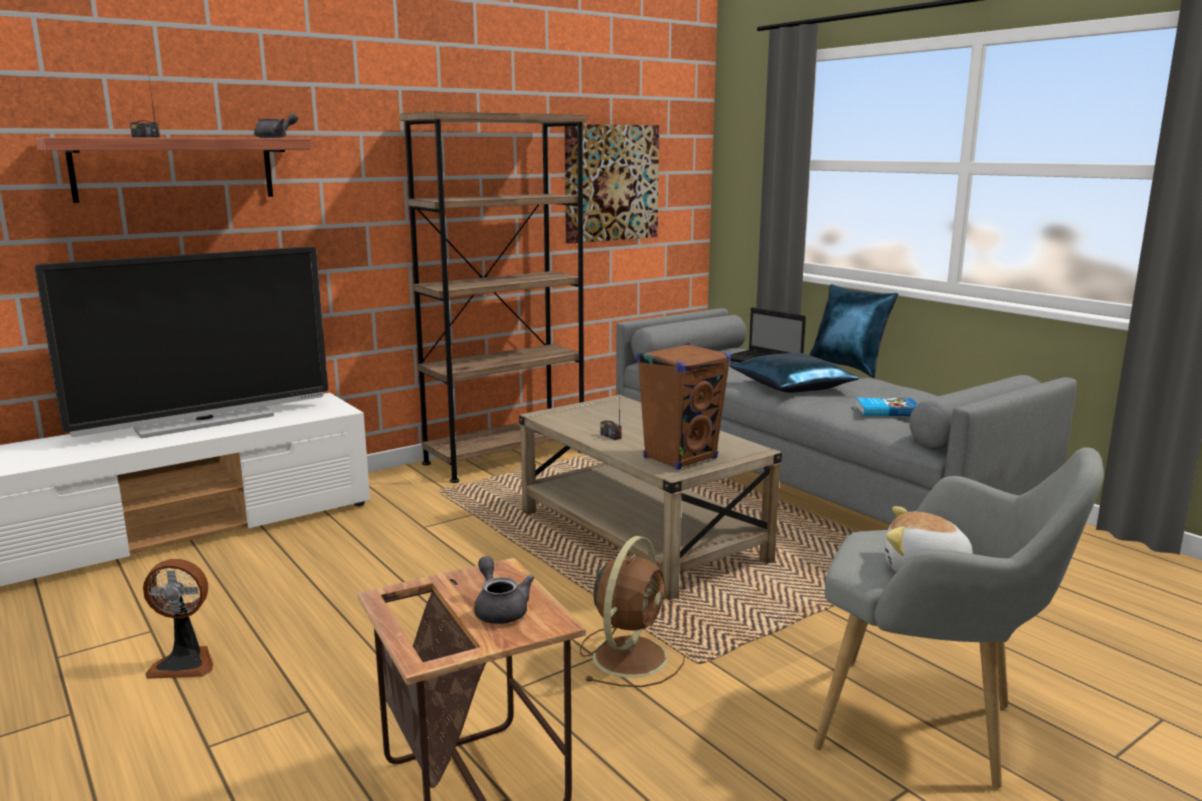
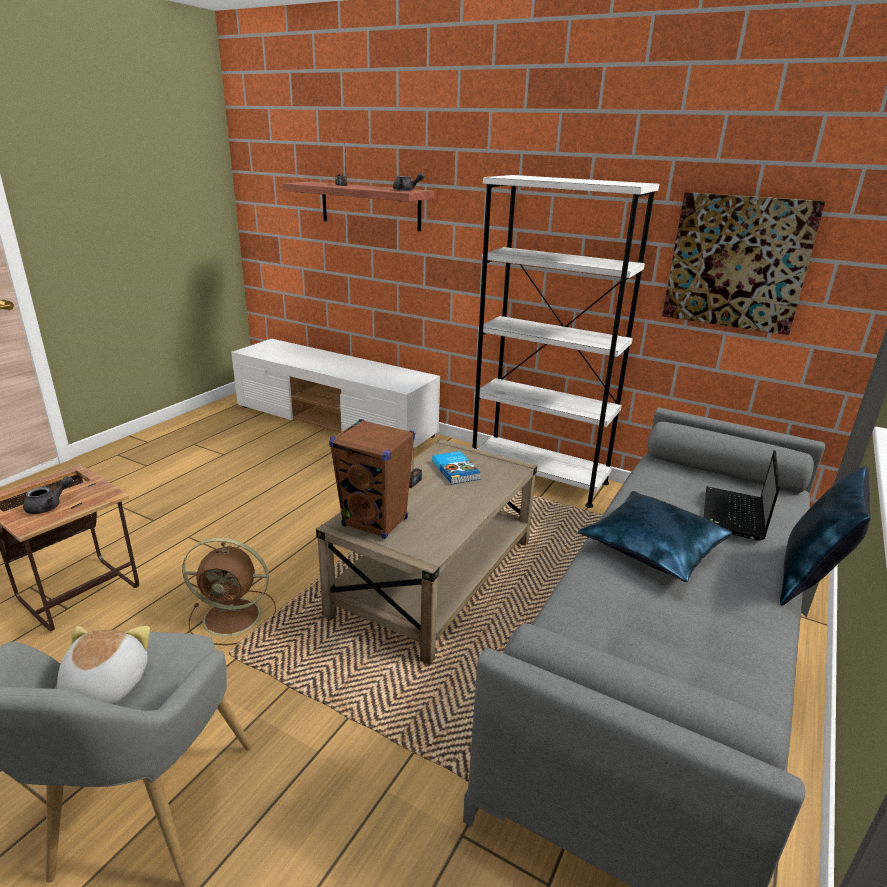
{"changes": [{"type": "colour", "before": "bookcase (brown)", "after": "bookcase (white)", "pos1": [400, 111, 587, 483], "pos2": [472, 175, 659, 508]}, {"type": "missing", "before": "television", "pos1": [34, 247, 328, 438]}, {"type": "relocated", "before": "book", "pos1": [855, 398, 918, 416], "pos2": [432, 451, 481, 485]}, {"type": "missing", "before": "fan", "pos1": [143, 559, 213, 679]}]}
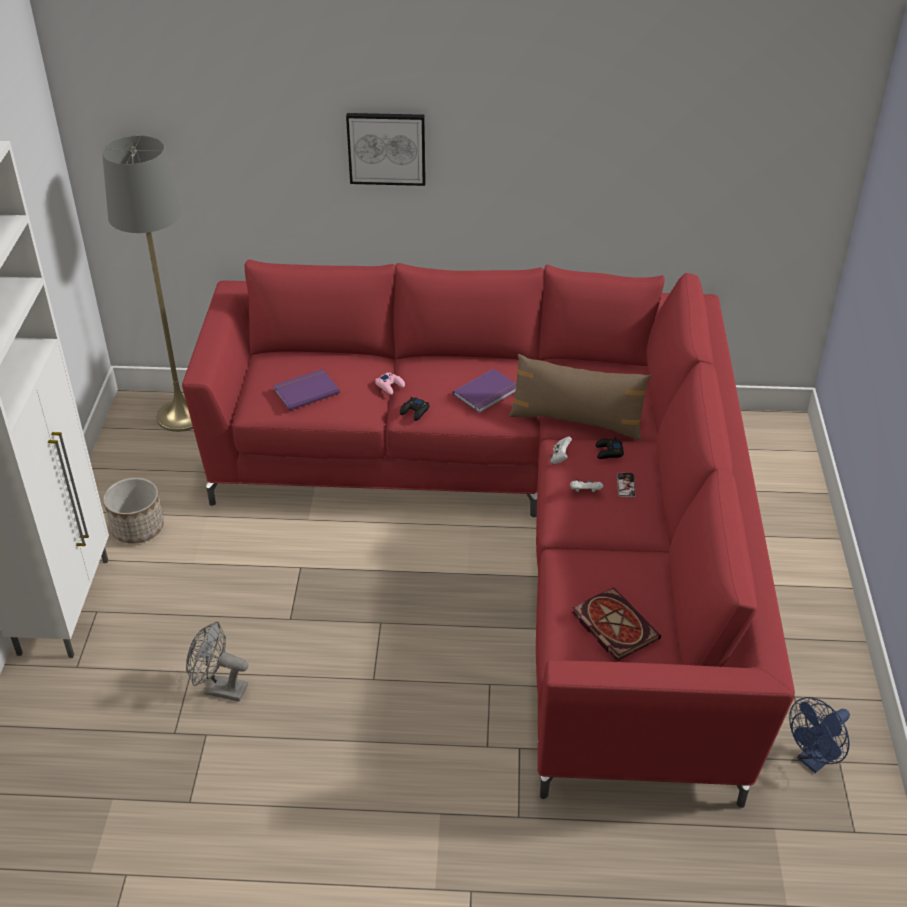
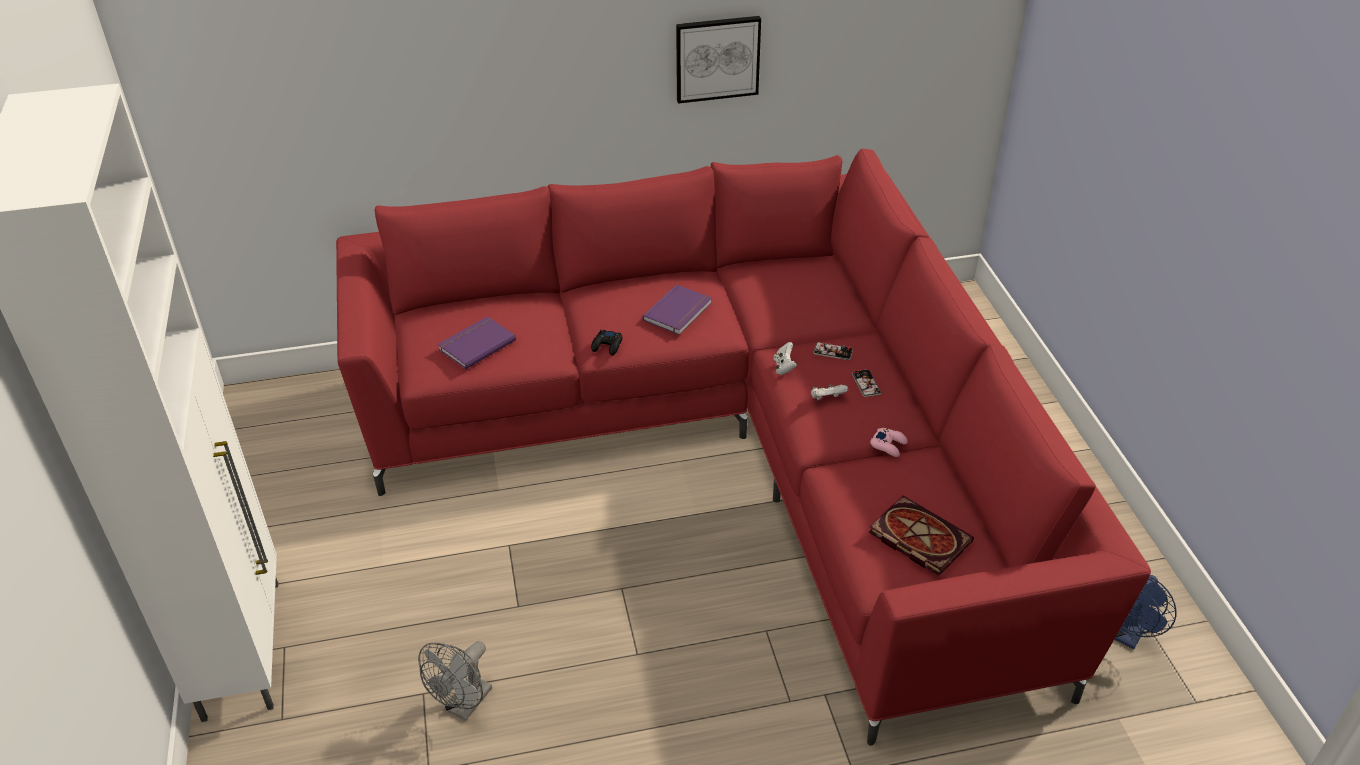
{"changes": [{"type": "relocated", "before": "picture", "pos1": [346, 113, 426, 186], "pos2": [676, 16, 761, 104]}, {"type": "missing", "before": "floor lamp (grey)", "pos1": [102, 135, 193, 432]}, {"type": "missing", "before": "pillow (brown)", "pos1": [509, 354, 651, 440]}, {"type": "relocated", "before": "game controller (pink)", "pos1": [375, 373, 405, 395], "pos2": [870, 428, 907, 457]}, {"type": "exchanged", "before": "game controller (black)", "after": "phone", "pos1": [595, 437, 624, 459], "pos2": [813, 342, 853, 360]}, {"type": "missing", "before": "planter", "pos1": [103, 478, 164, 544]}, {"type": "spun", "before": "fan (grey)", "pos1": [186, 621, 248, 702], "pos2": [418, 641, 492, 721], "turn": -60}]}
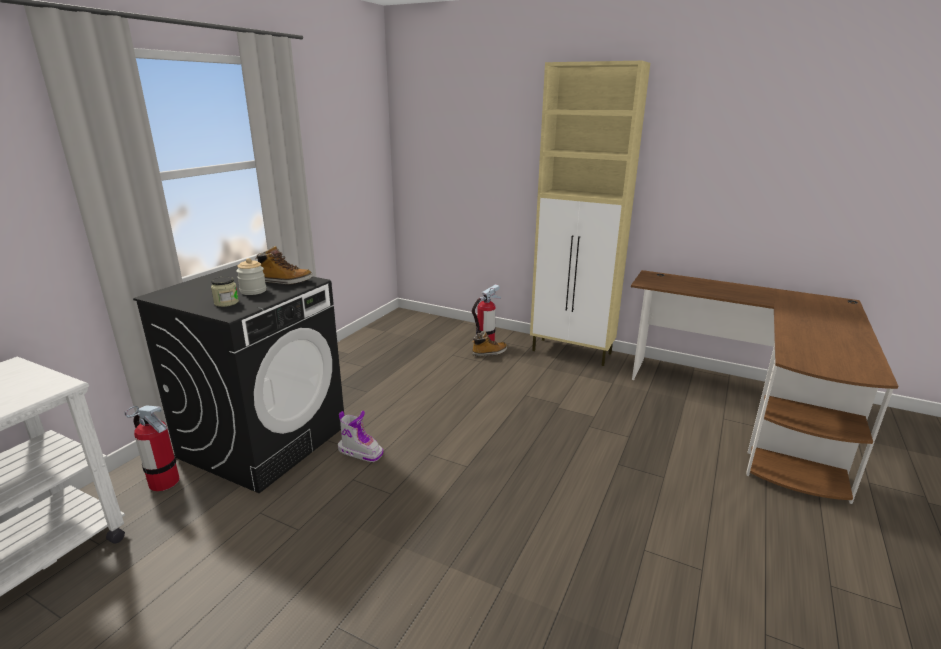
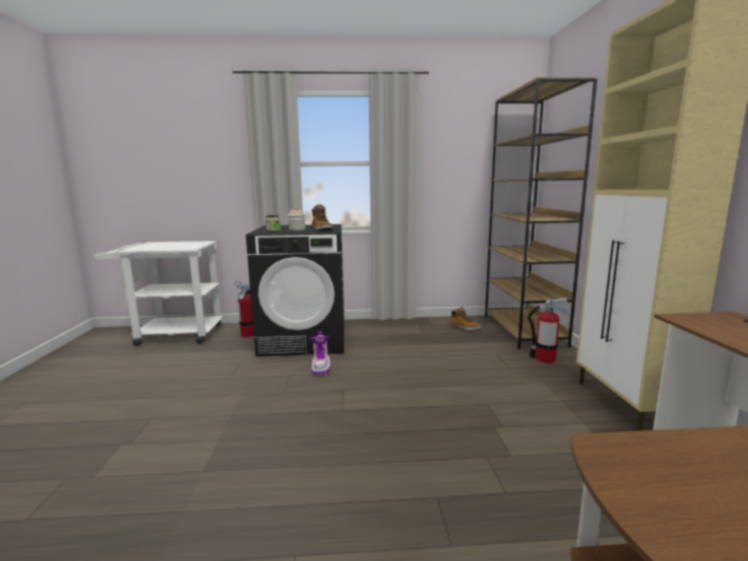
{"changes": [{"type": "relocated", "before": "boot", "pos1": [472, 331, 507, 357], "pos2": [450, 307, 481, 331]}, {"type": "appeared", "after": "bookcase (brown)", "pos2": [485, 77, 597, 349]}]}
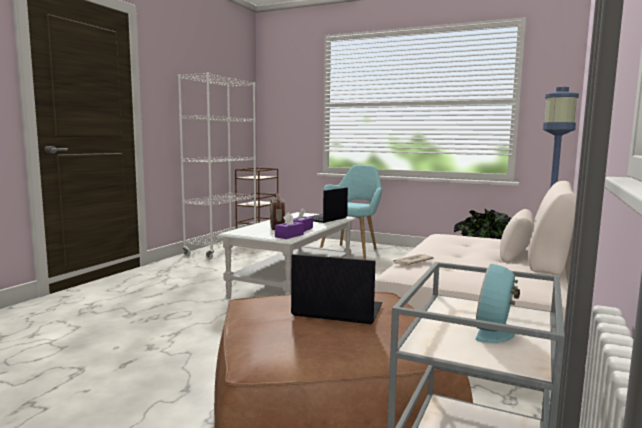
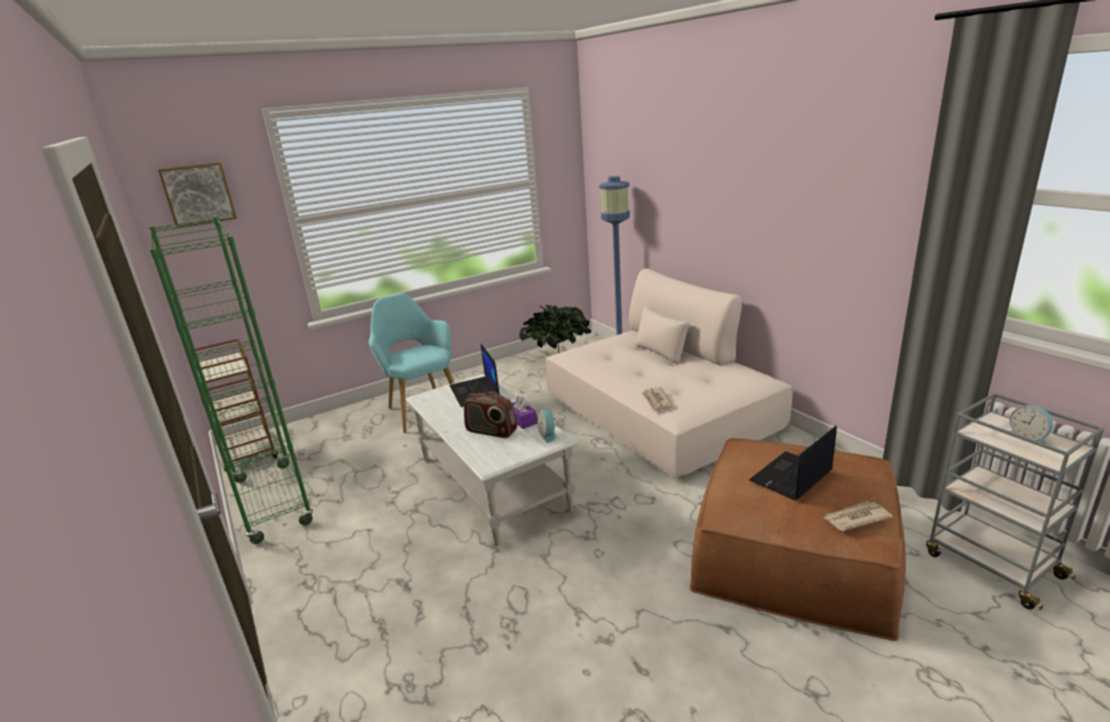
{"changes": [{"type": "colour", "before": "bookcase (white)", "after": "bookcase (green)", "pos1": [178, 72, 256, 259], "pos2": [149, 217, 313, 544]}, {"type": "exchanged", "before": "tissue box (purple)", "after": "alarm clock", "pos1": [275, 212, 304, 239], "pos2": [537, 410, 556, 443]}, {"type": "appeared", "after": "picture", "pos2": [158, 162, 237, 228]}, {"type": "appeared", "after": "newspaper", "pos2": [823, 501, 893, 531]}]}
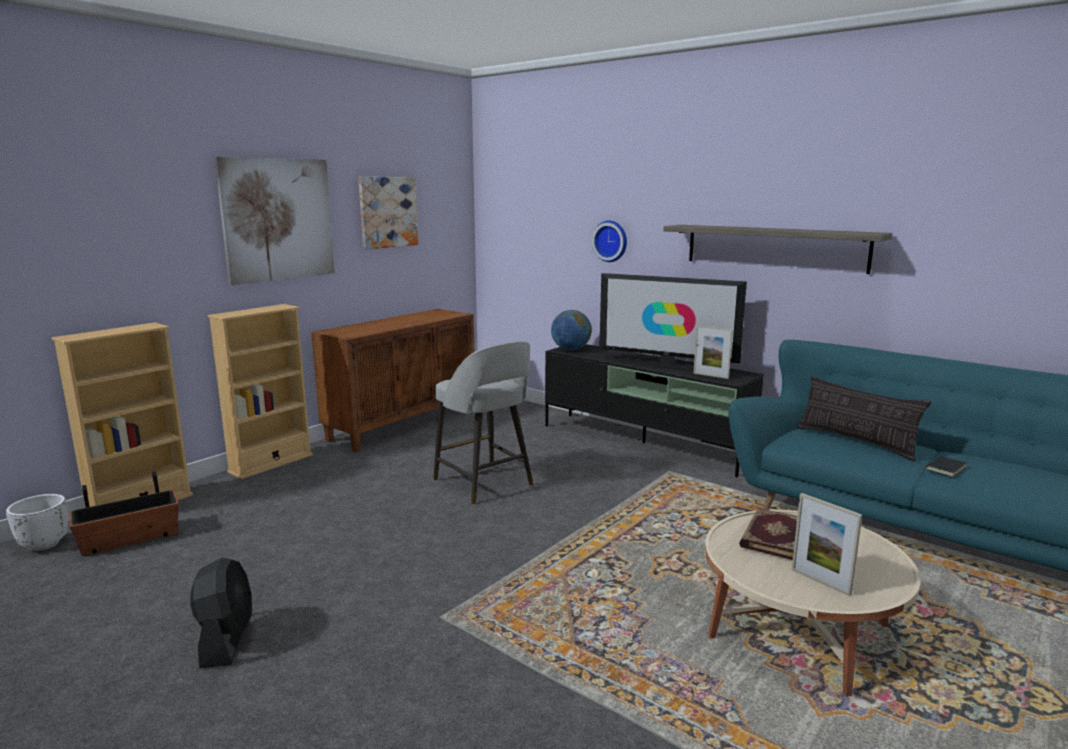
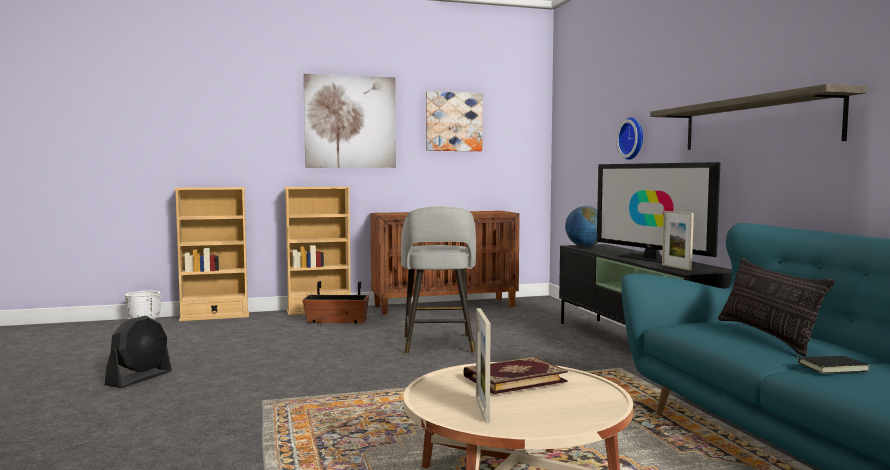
{"changes": [{"type": "relocated", "before": "planter", "pos1": [69, 471, 179, 556], "pos2": [302, 281, 369, 323]}]}
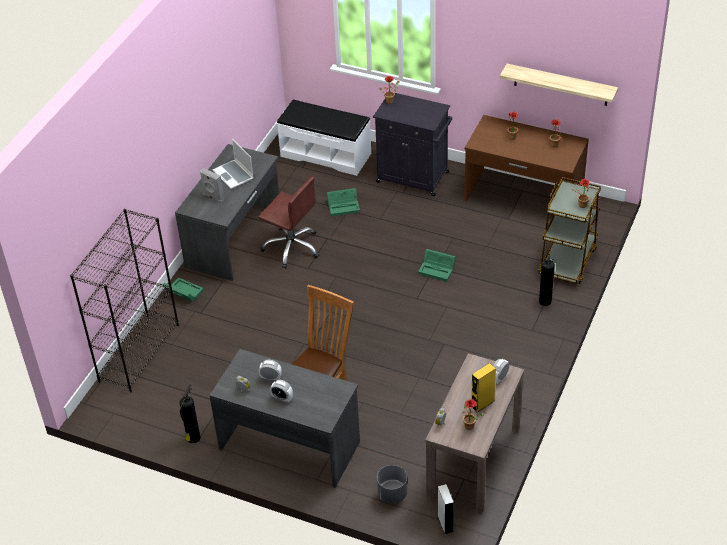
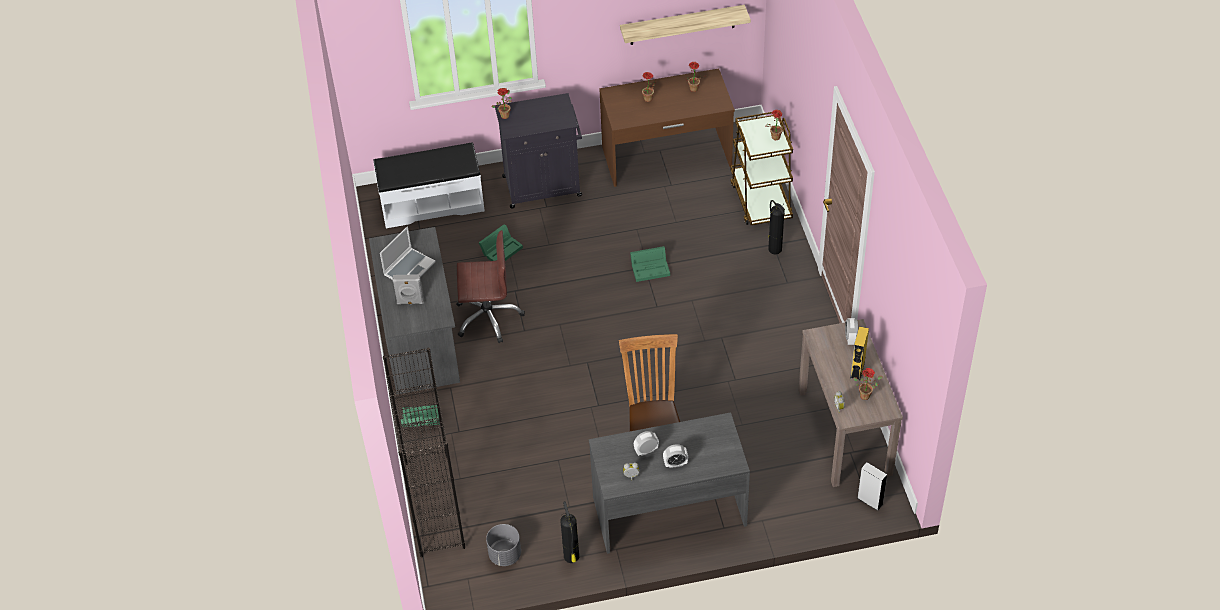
{"changes": [{"type": "spun", "before": "laptop", "pos1": [212, 139, 254, 189], "pos2": [380, 226, 436, 279], "turn": -75}, {"type": "relocated", "before": "planter (grey)", "pos1": [377, 465, 407, 504], "pos2": [486, 524, 521, 566]}]}
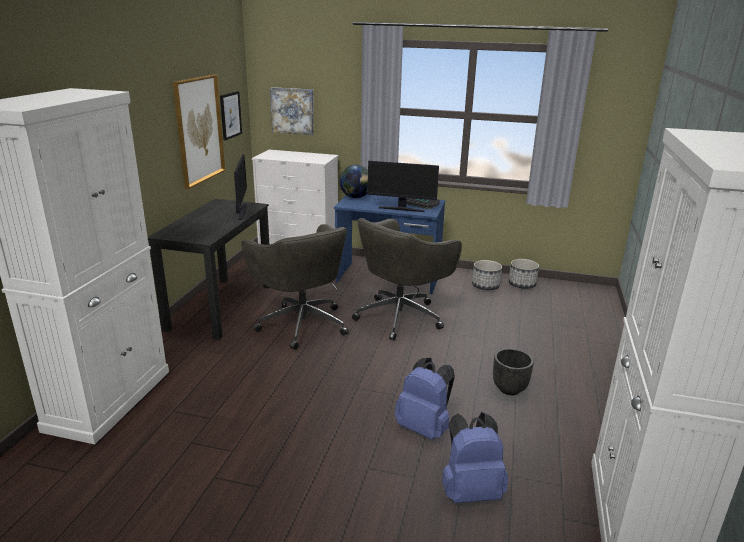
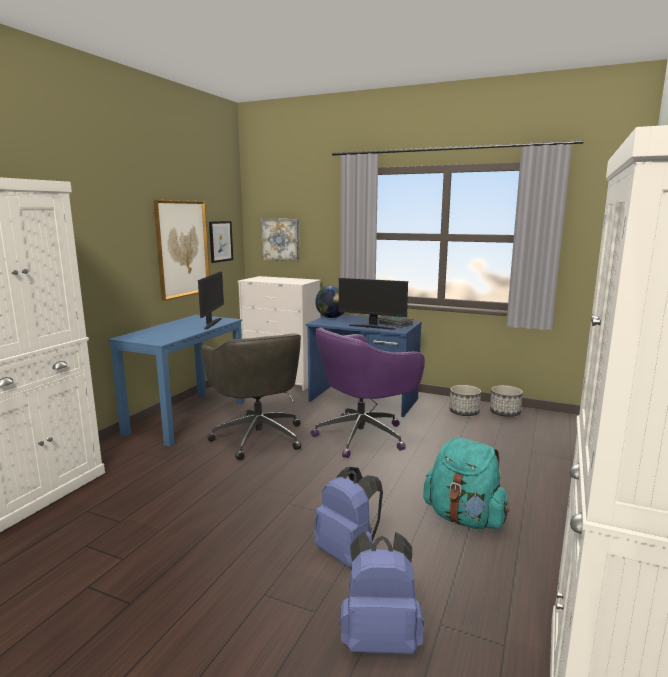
{"changes": [{"type": "colour", "before": "desk (black)", "after": "desk (blue)", "pos1": [148, 199, 270, 340], "pos2": [108, 315, 245, 447]}, {"type": "colour", "before": "office chair (grey)", "after": "office chair (purple)", "pos1": [352, 218, 462, 341], "pos2": [311, 328, 425, 458]}, {"type": "exchanged", "before": "planter (black)", "after": "backpack (turquoise)", "pos1": [493, 348, 534, 395], "pos2": [423, 438, 510, 529]}]}
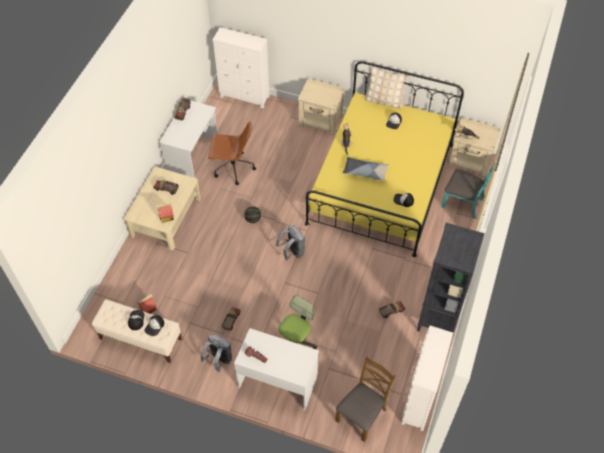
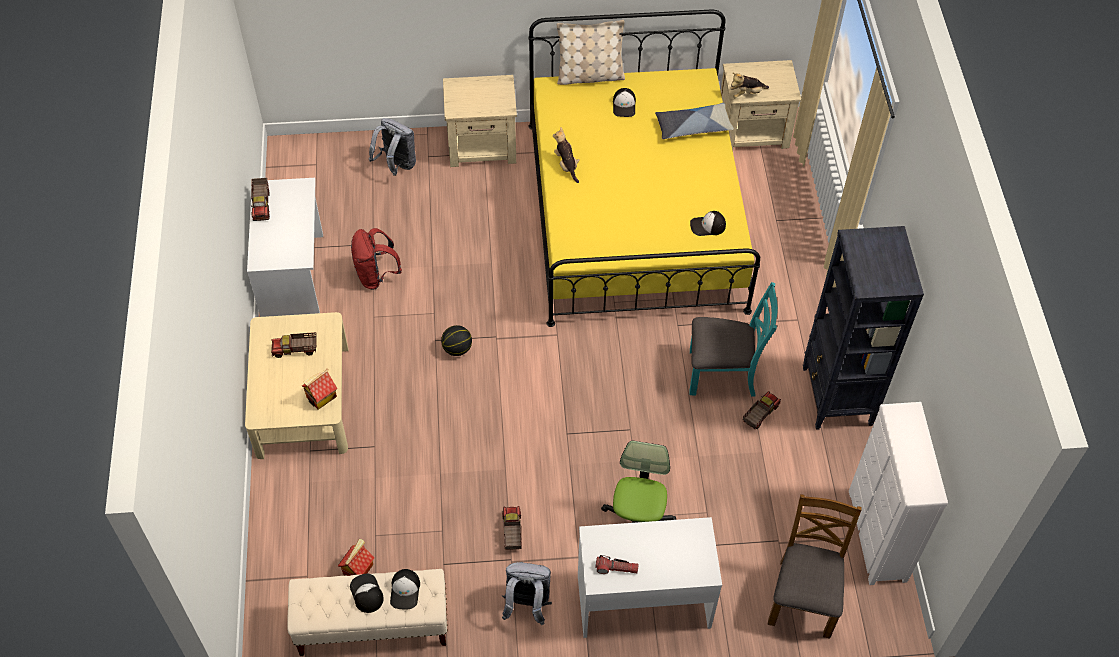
{"changes": [{"type": "missing", "before": "dresser (white)", "pos1": [212, 27, 270, 108]}, {"type": "exchanged", "before": "office chair (brown)", "after": "backpack (red)", "pos1": [208, 122, 256, 185], "pos2": [351, 228, 402, 289]}, {"type": "relocated", "before": "pillow", "pos1": [343, 157, 389, 181], "pos2": [655, 103, 734, 139]}, {"type": "relocated", "before": "chair (turquoise)", "pos1": [441, 164, 495, 220], "pos2": [689, 282, 778, 397]}, {"type": "relocated", "before": "backpack (grey)", "pos1": [276, 225, 305, 260], "pos2": [369, 118, 416, 176]}]}
